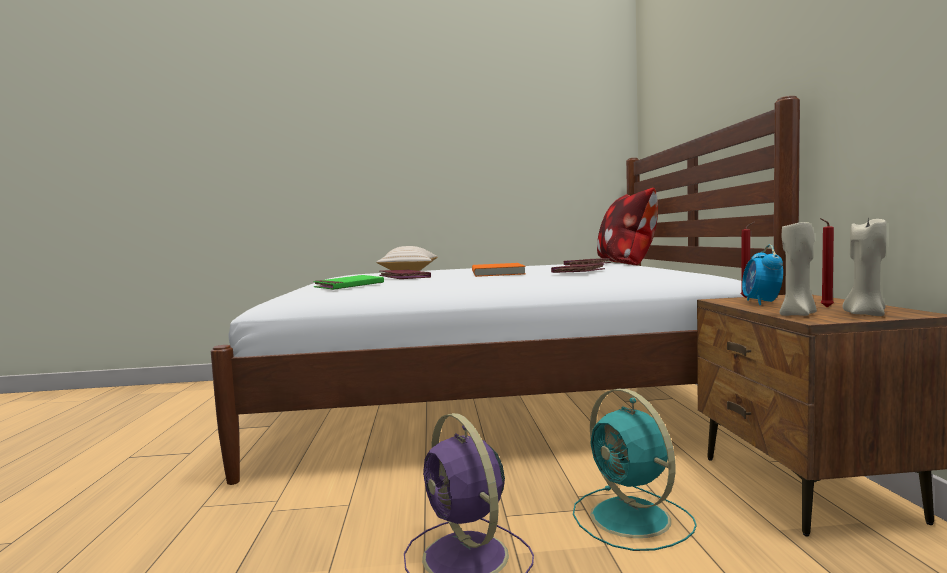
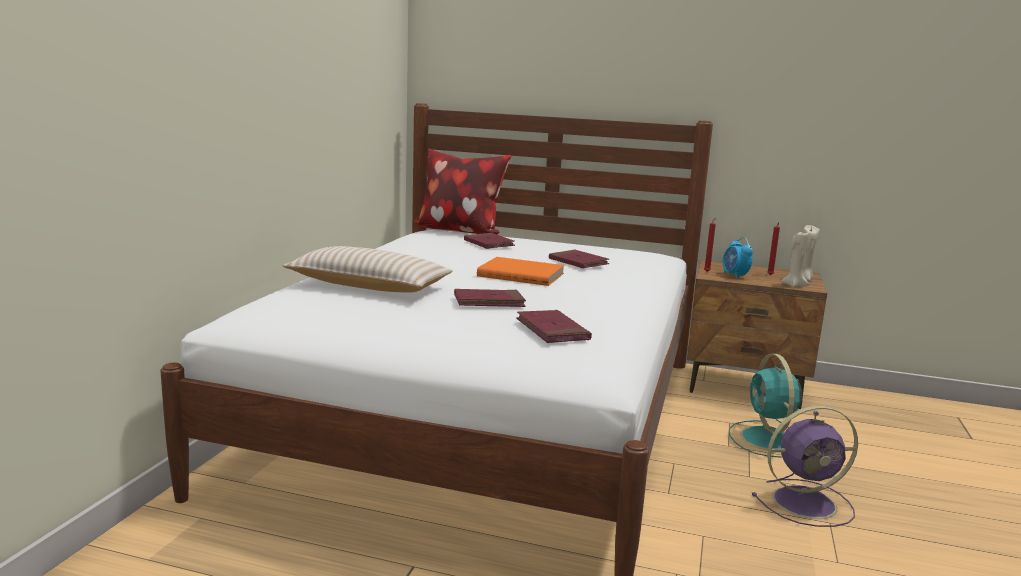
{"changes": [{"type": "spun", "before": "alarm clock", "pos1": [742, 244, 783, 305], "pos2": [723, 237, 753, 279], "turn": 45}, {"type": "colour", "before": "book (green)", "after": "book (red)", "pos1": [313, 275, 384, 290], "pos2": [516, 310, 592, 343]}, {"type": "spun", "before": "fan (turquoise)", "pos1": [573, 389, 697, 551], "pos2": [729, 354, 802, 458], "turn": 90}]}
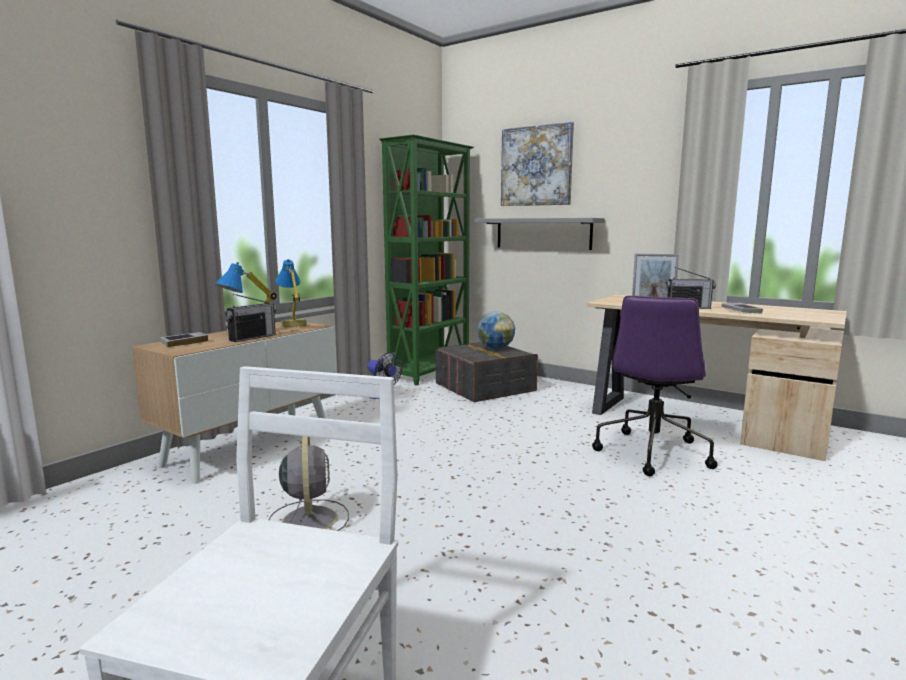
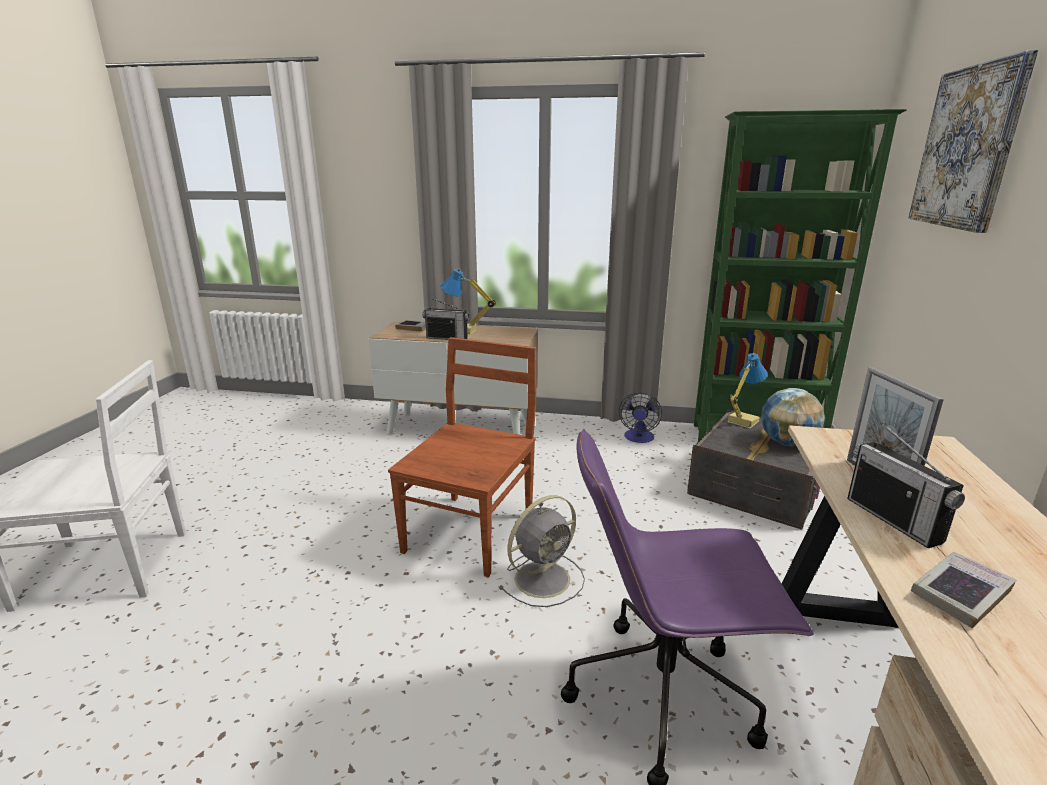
{"changes": [{"type": "missing", "before": "shelf (grey)", "pos1": [475, 218, 605, 250]}, {"type": "relocated", "before": "table lamp", "pos1": [276, 259, 307, 328], "pos2": [727, 353, 768, 428]}, {"type": "relocated", "before": "fan (grey)", "pos1": [269, 436, 349, 531], "pos2": [498, 495, 585, 607]}, {"type": "appeared", "after": "chair (brown)", "pos2": [388, 337, 536, 577]}]}
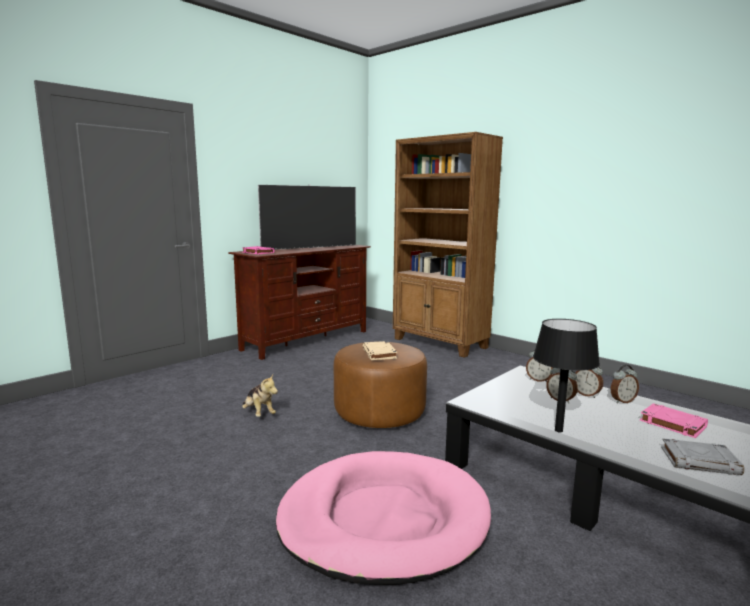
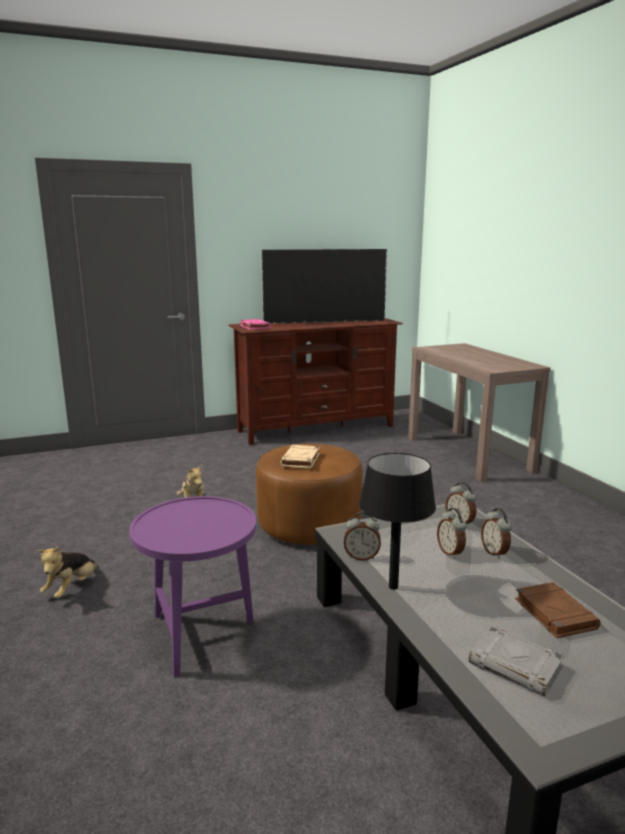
{"changes": [{"type": "exchanged", "before": "bookcase (brown)", "after": "console table (brown)", "pos1": [393, 132, 503, 358], "pos2": [408, 343, 551, 482]}, {"type": "relocated", "before": "alarm clock", "pos1": [611, 365, 639, 404], "pos2": [344, 512, 381, 561]}, {"type": "colour", "before": "book (pink)", "after": "book (brown)", "pos1": [640, 403, 708, 438], "pos2": [515, 582, 600, 638]}, {"type": "exchanged", "before": "dog bed (pink)", "after": "side table (purple)", "pos1": [276, 451, 491, 585], "pos2": [129, 496, 256, 677]}, {"type": "appeared", "after": "plush toy", "pos2": [37, 545, 99, 599]}]}
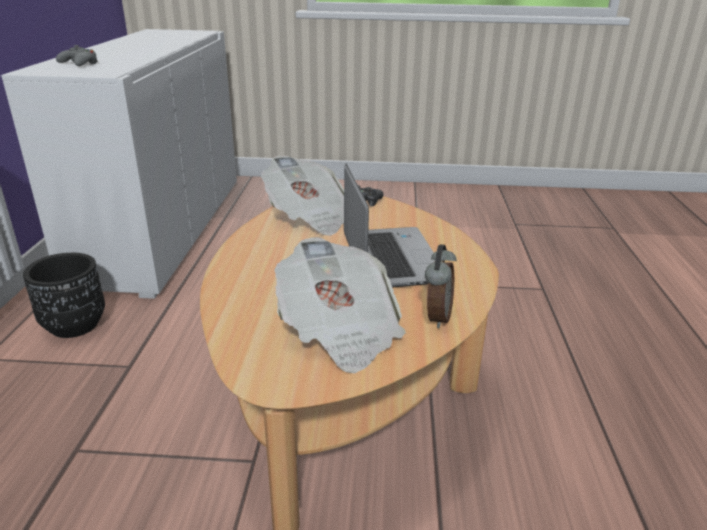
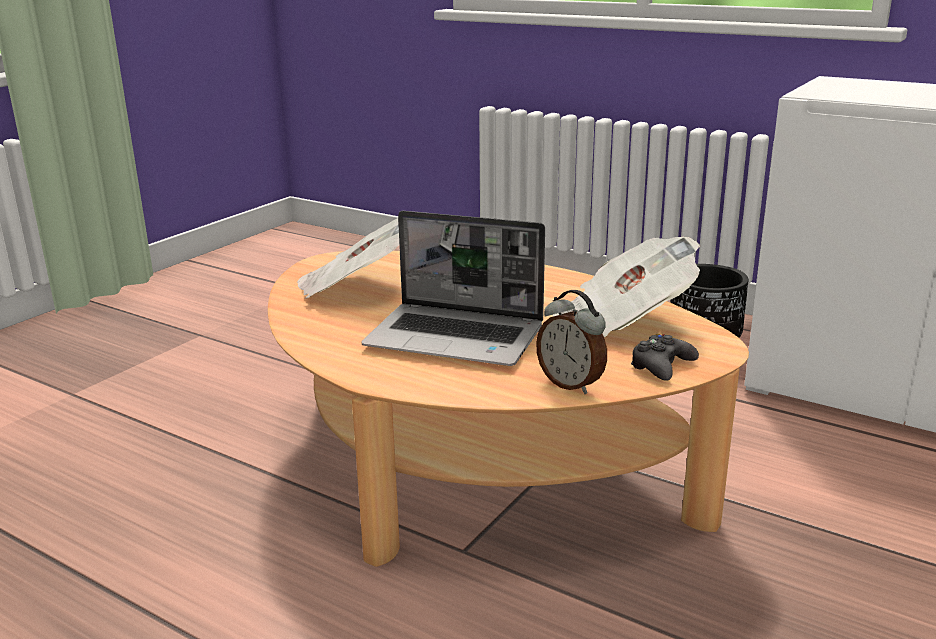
{"changes": [{"type": "missing", "before": "game controller (grey)", "pos1": [56, 45, 98, 66]}, {"type": "relocated", "before": "alarm clock", "pos1": [425, 244, 457, 328], "pos2": [536, 290, 607, 394]}]}
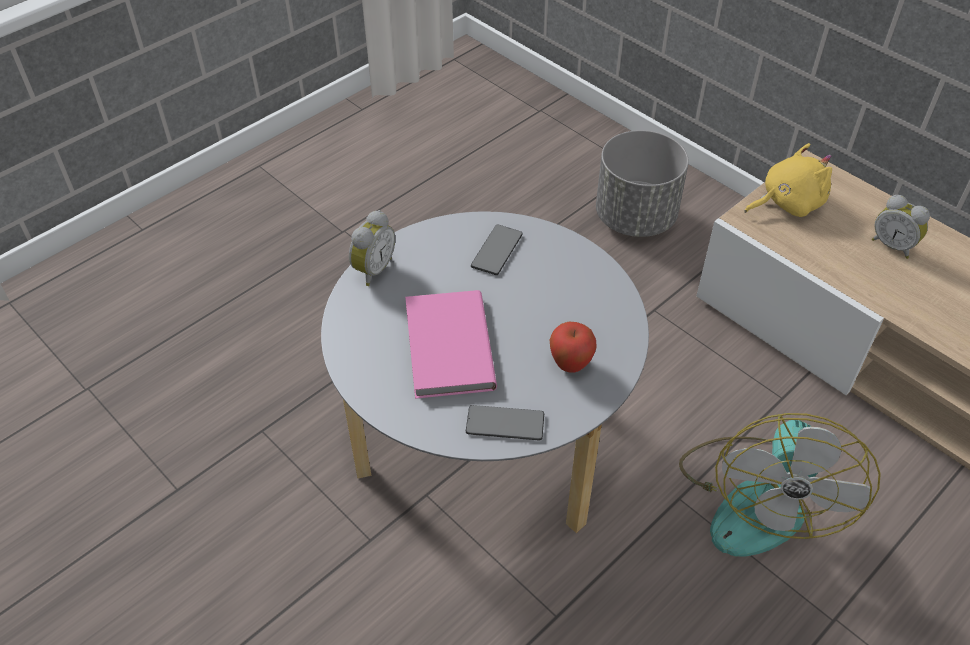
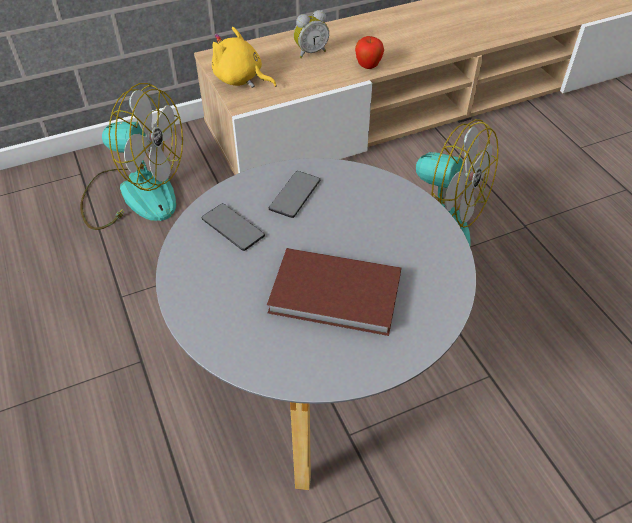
{"changes": [{"type": "exchanged", "before": "planter (grey)", "after": "fan", "pos1": [596, 130, 689, 237], "pos2": [80, 83, 183, 230]}, {"type": "spun", "before": "plush toy (yellow)", "pos1": [745, 143, 832, 217], "pos2": [212, 27, 277, 88], "turn": -60}, {"type": "missing", "before": "alarm clock", "pos1": [349, 210, 395, 286]}, {"type": "colour", "before": "book (pink)", "after": "book (brown)", "pos1": [405, 290, 497, 399], "pos2": [267, 248, 401, 336]}, {"type": "relocated", "before": "apple", "pos1": [550, 322, 597, 372], "pos2": [355, 36, 384, 69]}, {"type": "relocated", "before": "phone", "pos1": [466, 405, 544, 440], "pos2": [269, 171, 320, 218]}]}
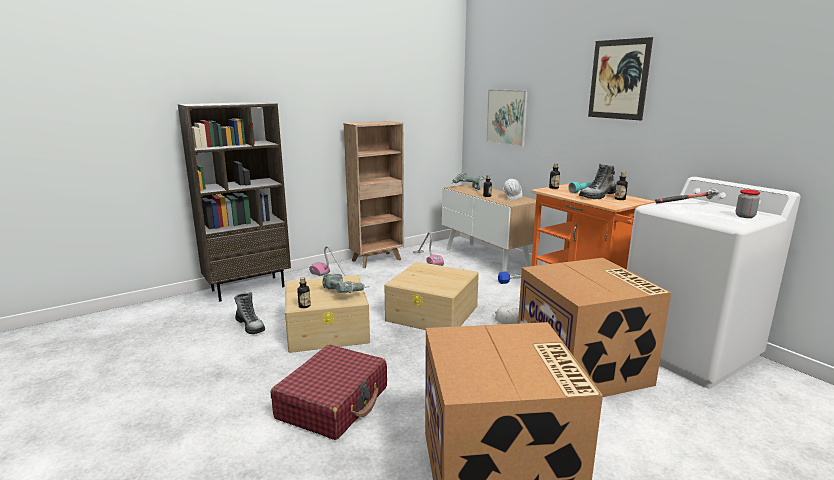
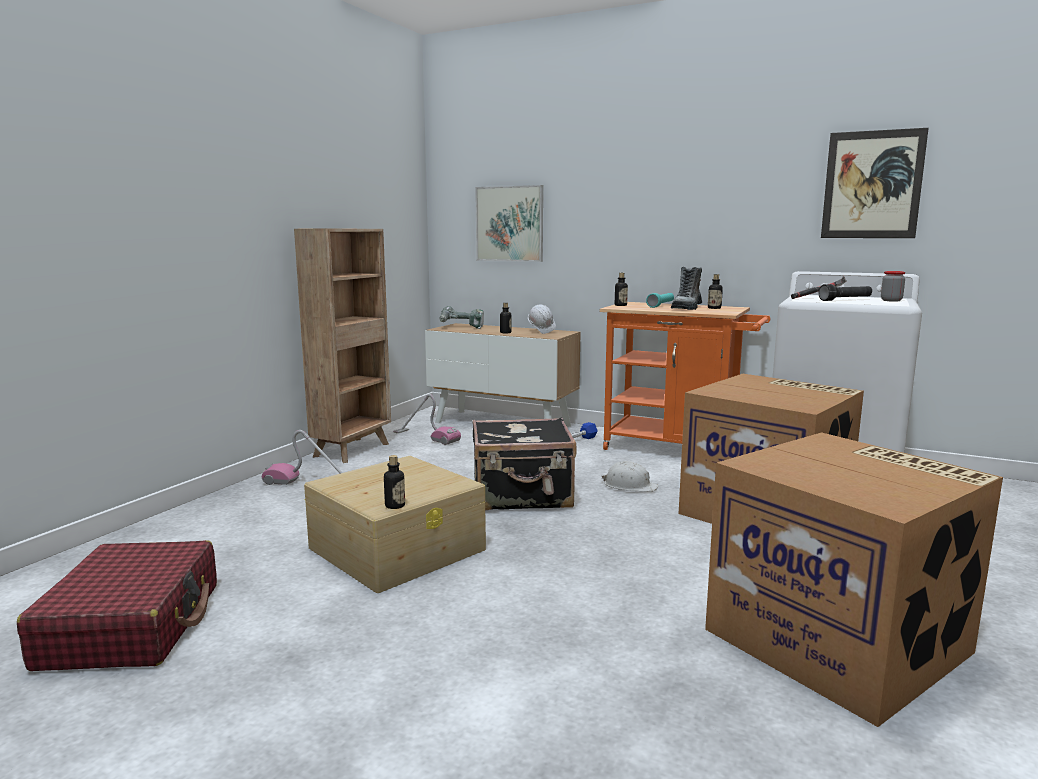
{"changes": [{"type": "relocated", "before": "picture", "pos1": [588, 37, 653, 121], "pos2": [821, 128, 929, 238]}, {"type": "missing", "before": "bookcase (brown)", "pos1": [178, 102, 291, 302]}, {"type": "exchanged", "before": "storage box (beige)", "after": "suitcase (black)", "pos1": [384, 262, 479, 330], "pos2": [473, 417, 576, 511]}, {"type": "missing", "before": "power drill", "pos1": [322, 274, 370, 293]}, {"type": "missing", "before": "boot", "pos1": [234, 292, 265, 334]}, {"type": "relocated", "before": "suitcase (red)", "pos1": [271, 345, 387, 440], "pos2": [17, 540, 217, 671]}, {"type": "appeared", "after": "flashlight (black)", "pos2": [819, 284, 872, 301]}]}
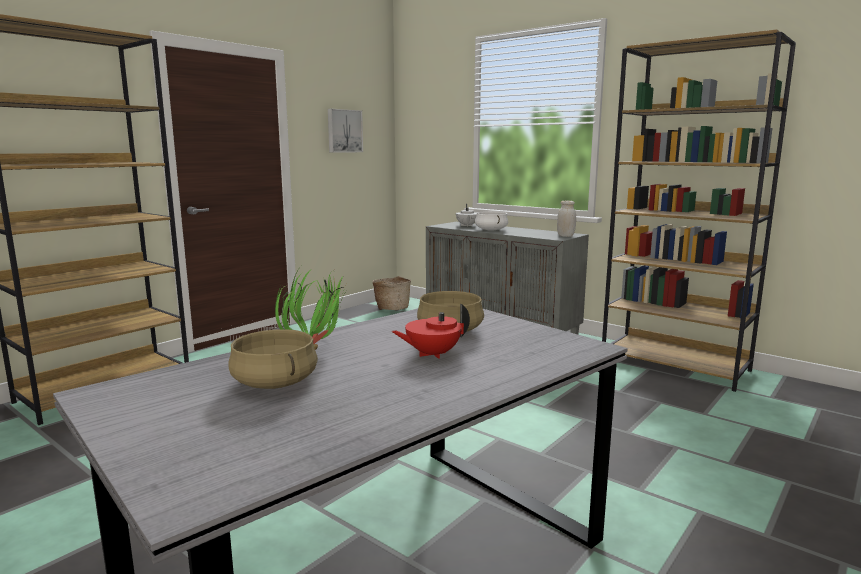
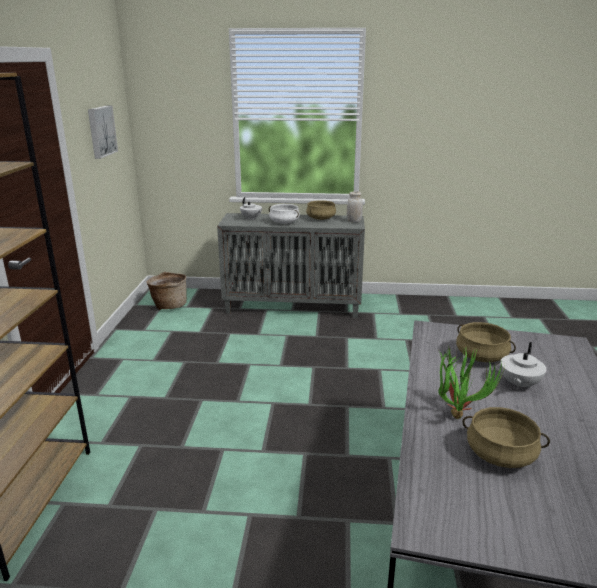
{"changes": [{"type": "missing", "before": "bookcase (brown)", "pos1": [602, 29, 796, 392]}, {"type": "colour", "before": "teapot (red)", "after": "teapot (white)", "pos1": [391, 303, 470, 359], "pos2": [500, 342, 546, 390]}, {"type": "appeared", "after": "cooking pot (beige)", "pos2": [306, 200, 336, 220]}]}
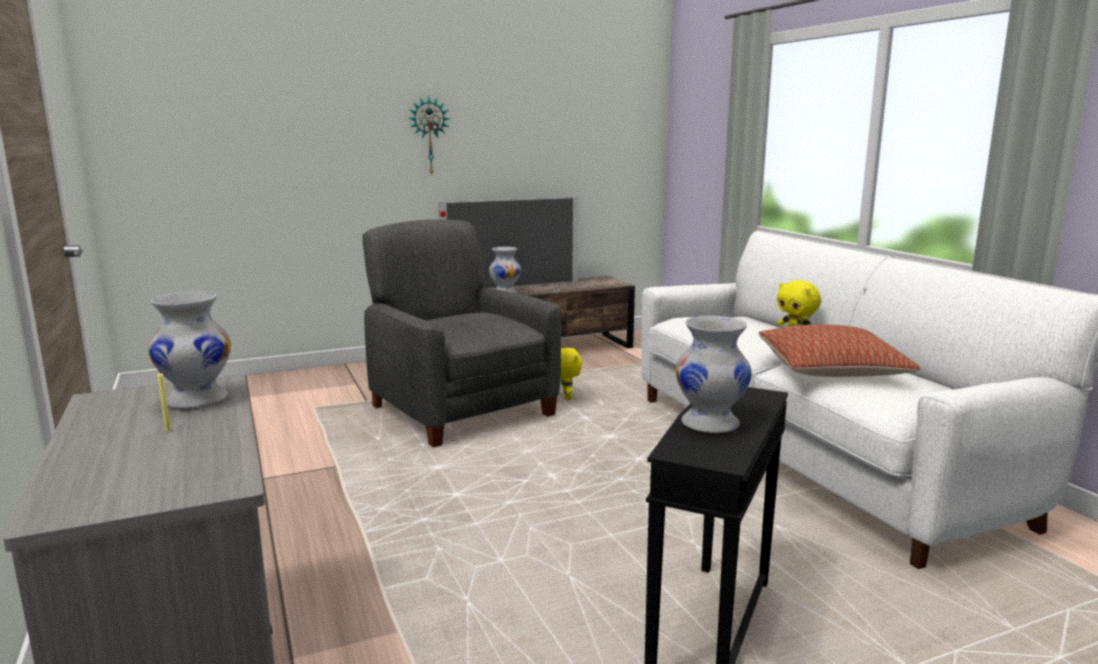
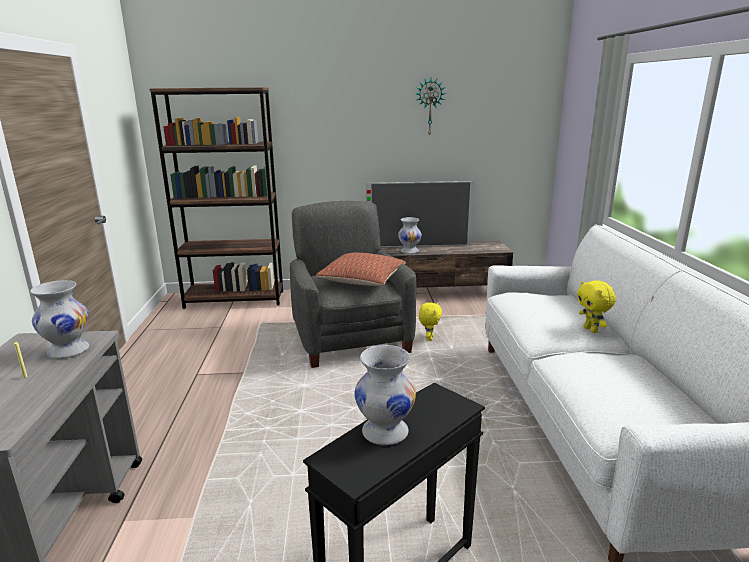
{"changes": [{"type": "relocated", "before": "wall clock", "pos1": [408, 97, 450, 176], "pos2": [416, 77, 446, 136]}, {"type": "relocated", "before": "pillow", "pos1": [759, 325, 920, 377], "pos2": [316, 253, 406, 286]}, {"type": "appeared", "after": "bookcase (brown)", "pos2": [149, 87, 283, 309]}]}
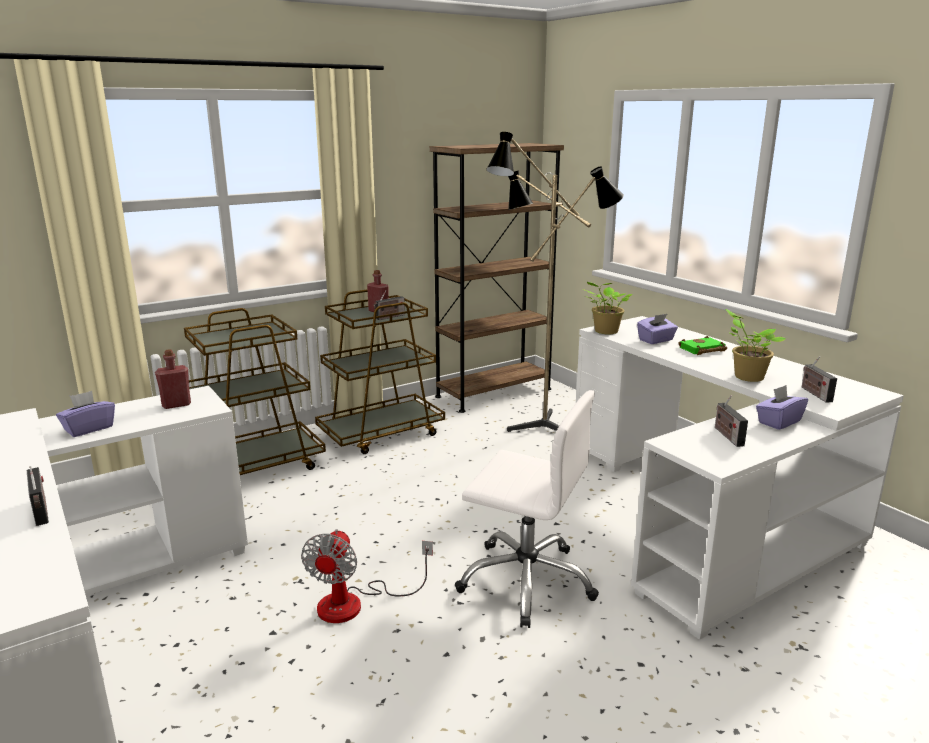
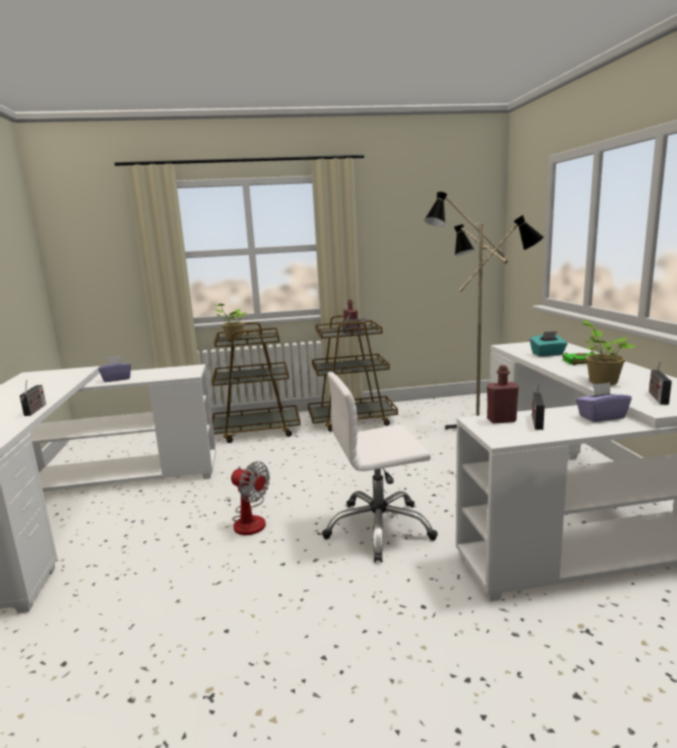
{"changes": [{"type": "missing", "before": "bookcase (brown)", "pos1": [430, 143, 564, 413]}, {"type": "relocated", "before": "potted plant", "pos1": [583, 282, 632, 334], "pos2": [211, 303, 247, 340]}, {"type": "colour", "before": "tissue box (purple)", "after": "tissue box (turquoise)", "pos1": [637, 314, 678, 344], "pos2": [530, 331, 567, 357]}, {"type": "relocated", "before": "bottle (red)", "pos1": [155, 349, 191, 409], "pos2": [487, 365, 519, 423]}, {"type": "spun", "before": "office chair (white)", "pos1": [455, 390, 599, 628], "pos2": [322, 372, 438, 563], "turn": 120}, {"type": "spun", "before": "fan", "pos1": [301, 529, 433, 623], "pos2": [231, 461, 270, 535], "turn": -90}]}
